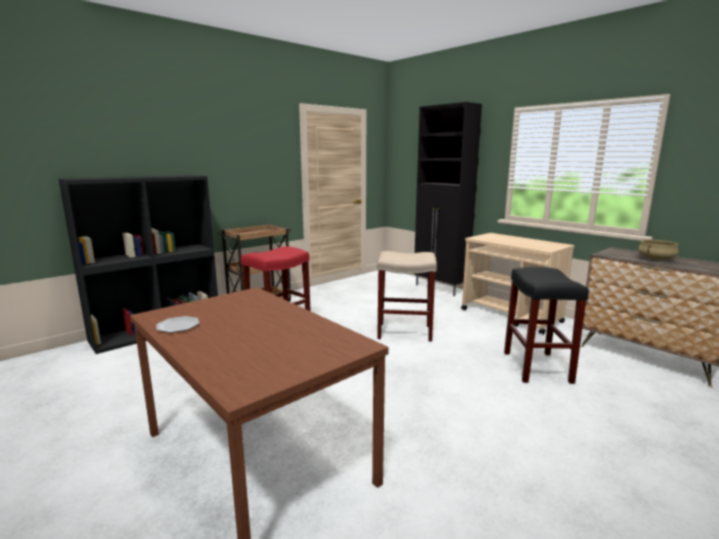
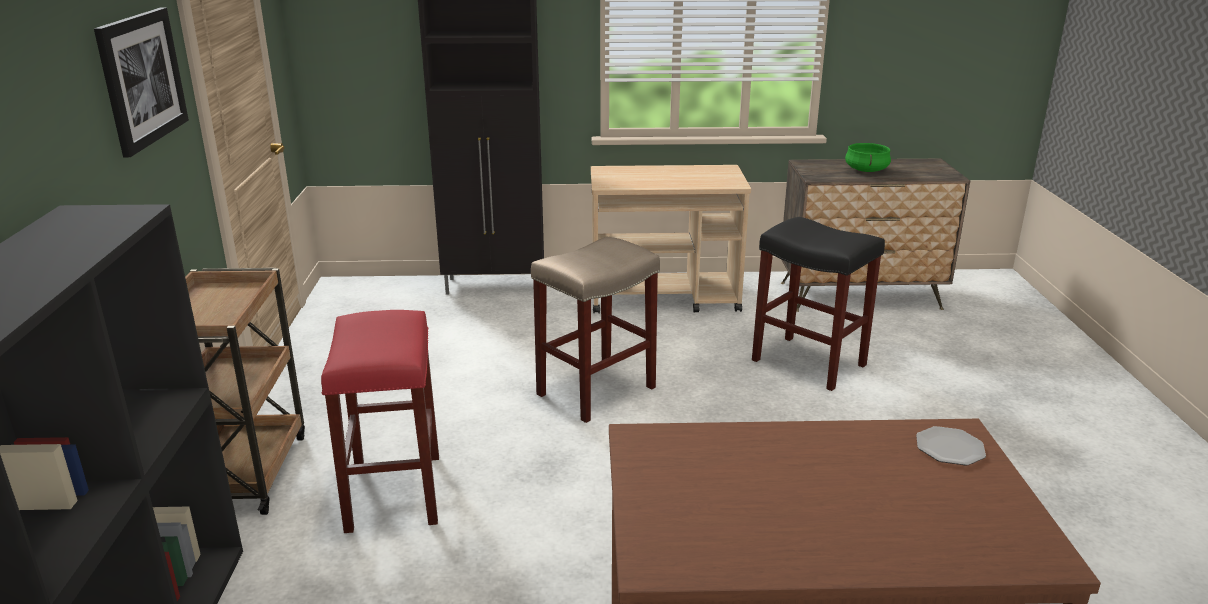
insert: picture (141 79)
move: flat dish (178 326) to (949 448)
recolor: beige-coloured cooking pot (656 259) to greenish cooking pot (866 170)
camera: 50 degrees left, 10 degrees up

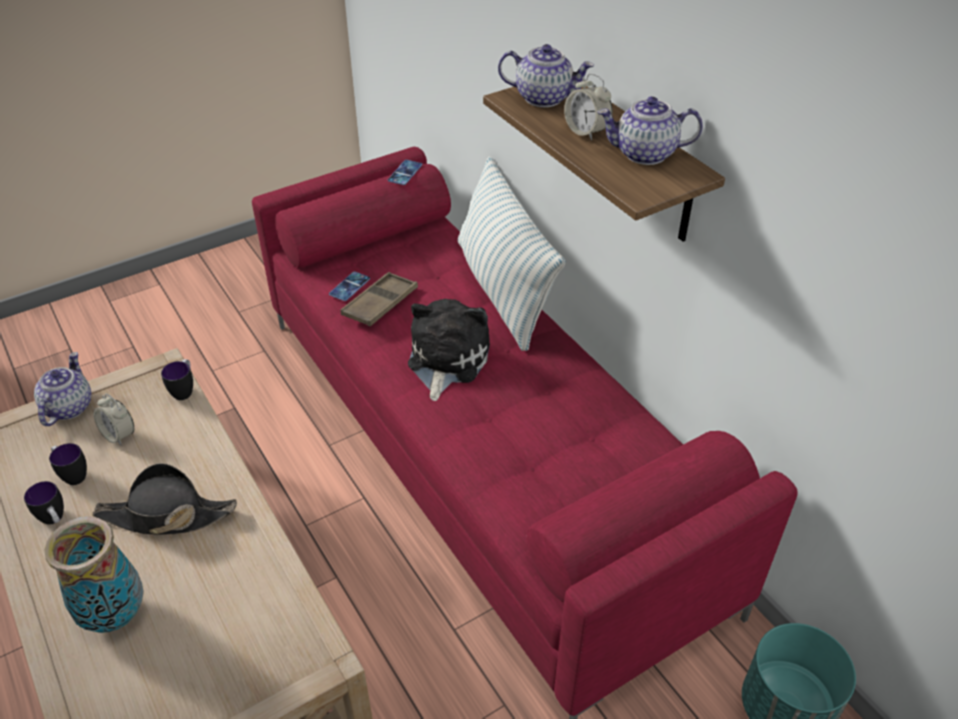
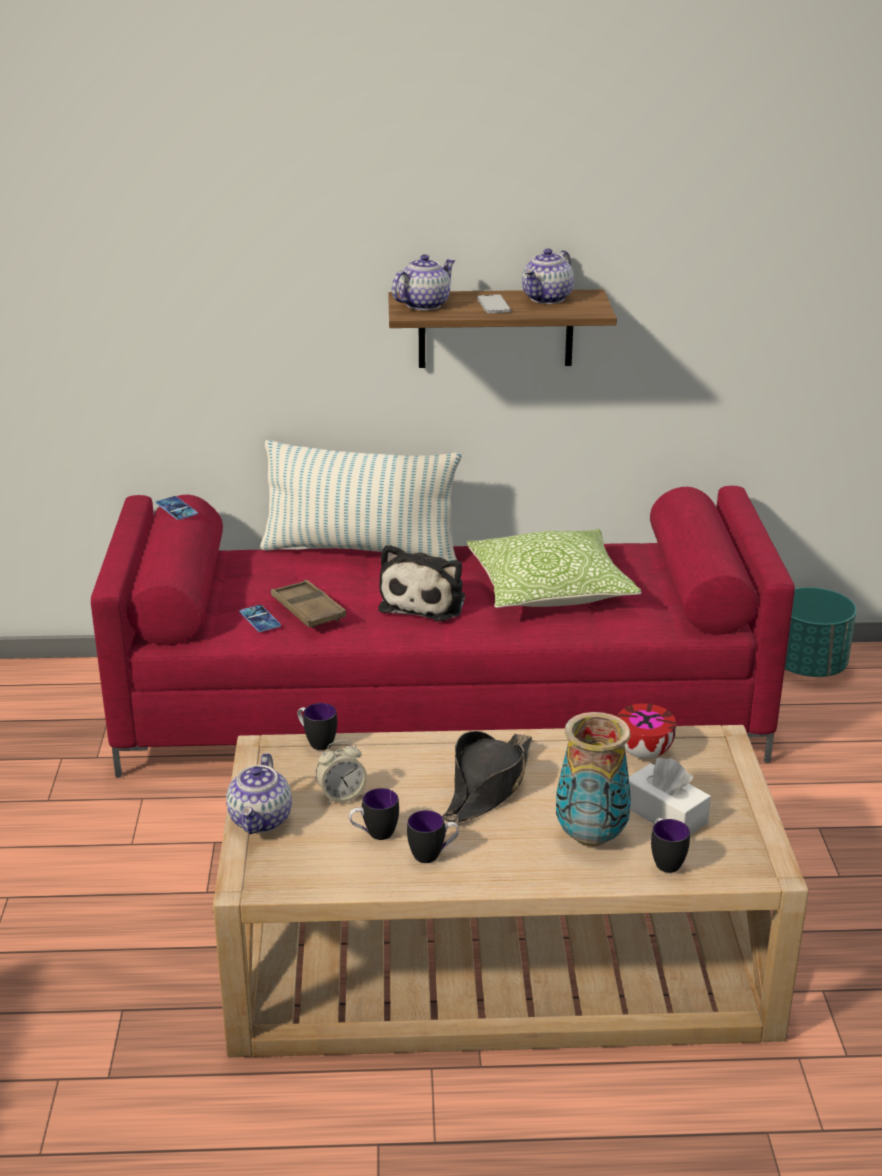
insert: cushion (549 590); serving bowl (642 752); whitish box of tissues (665 814); mug (665 861)
replace: table clock (586 132) to phone (493 305)
rotate: tea pot (68 407) = (261 820) 120 degrees counterclockwise; cuddly toy (446 360) = (425 602) 120 degrees counterclockwise
camera: 60 degrees left, 15 degrees down

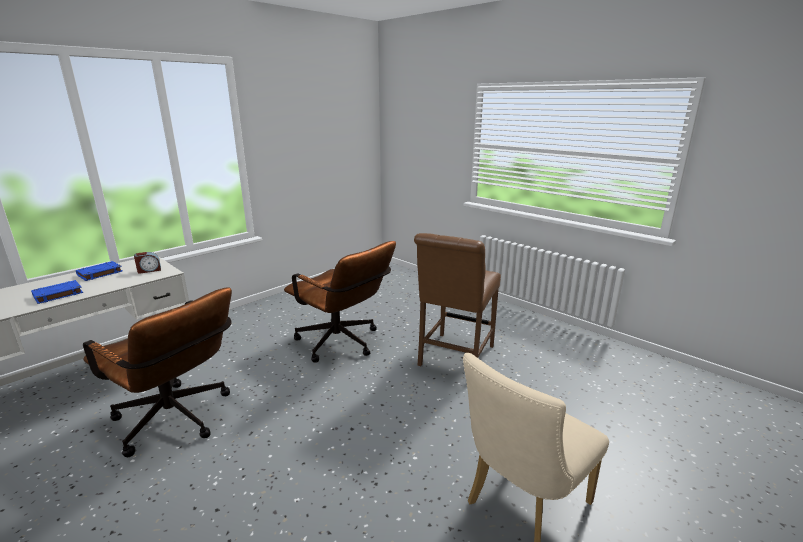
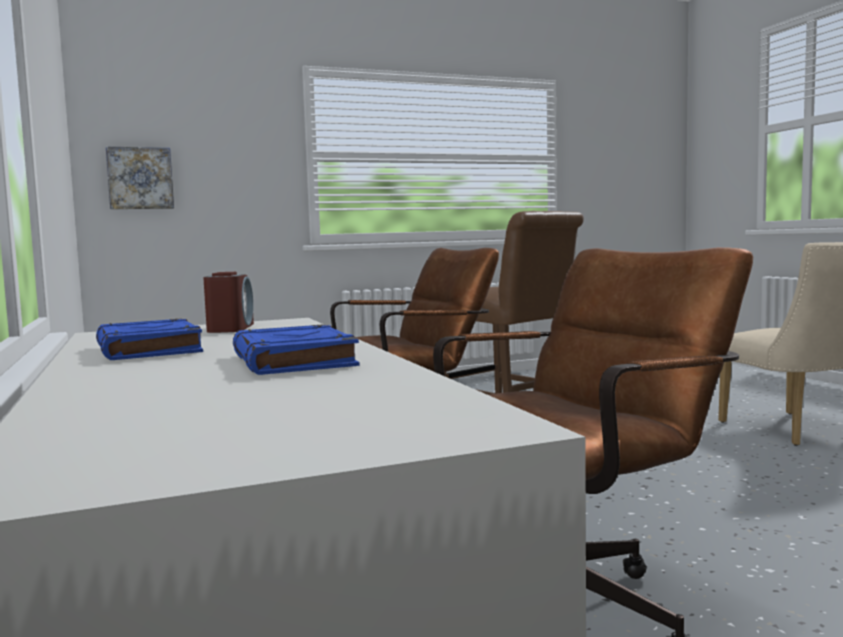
insert: picture (140 178)
camera: 65 degrees left, 15 degrees down

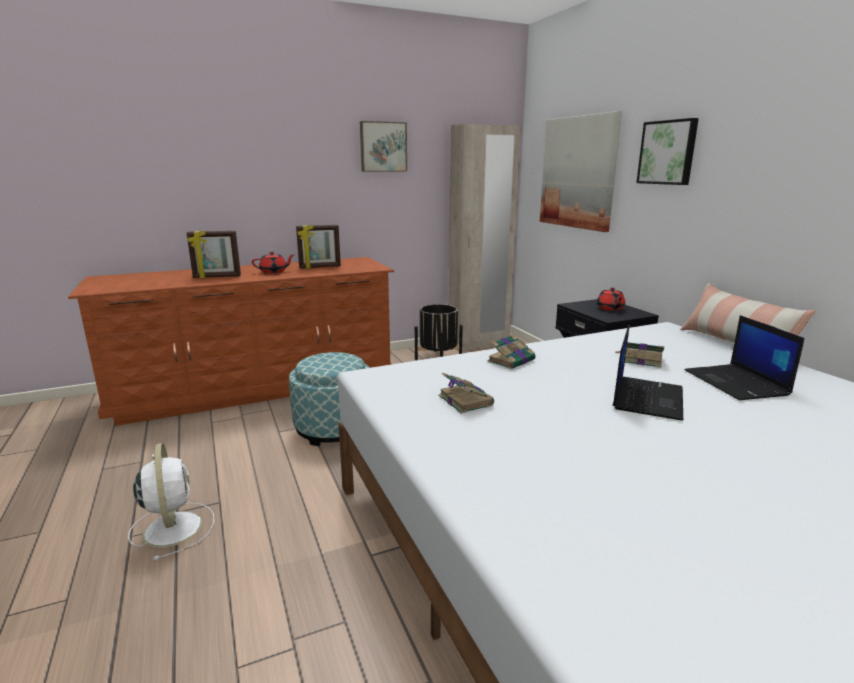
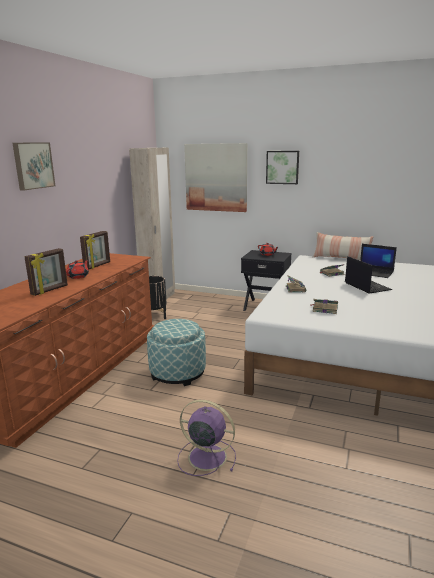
move: picture (383 147) to (33 165)
recolor: whitish electric fan (173 527) to purplish electric fan (205 456)
camera: 45 degrees left, 0 degrees up

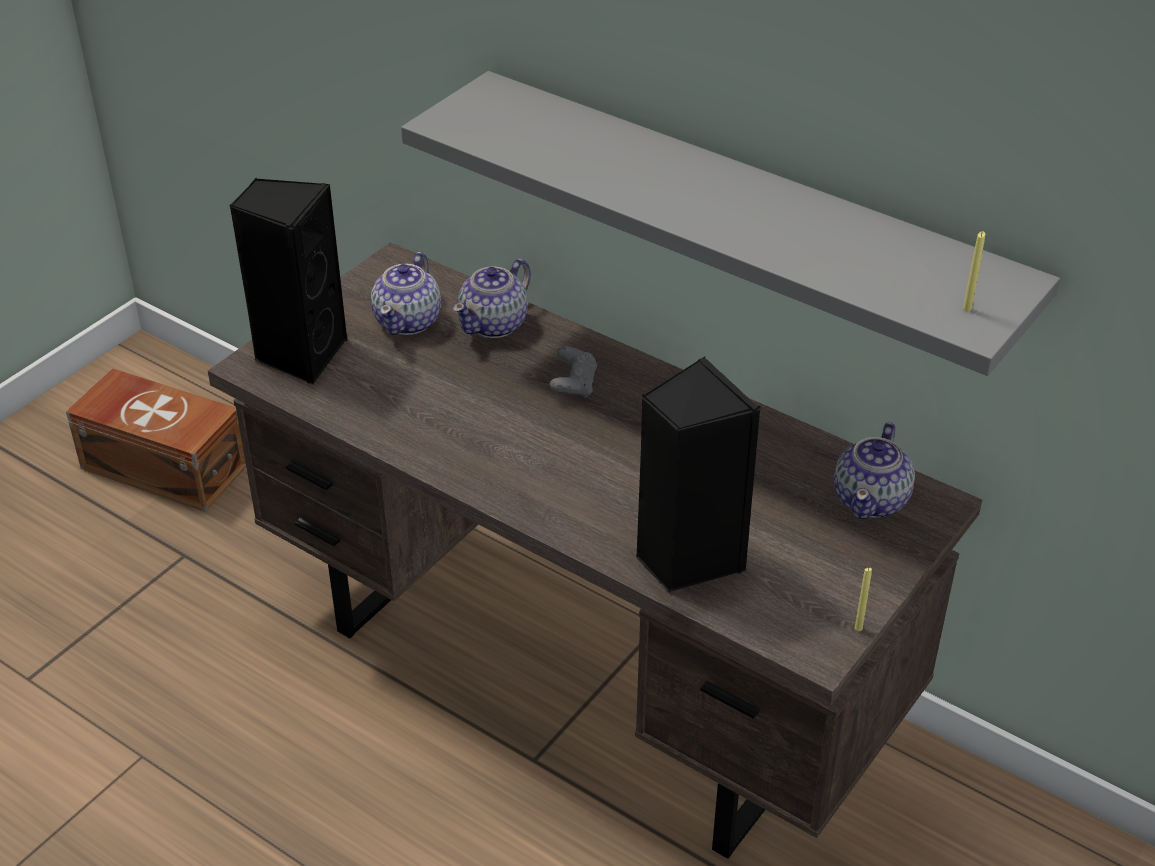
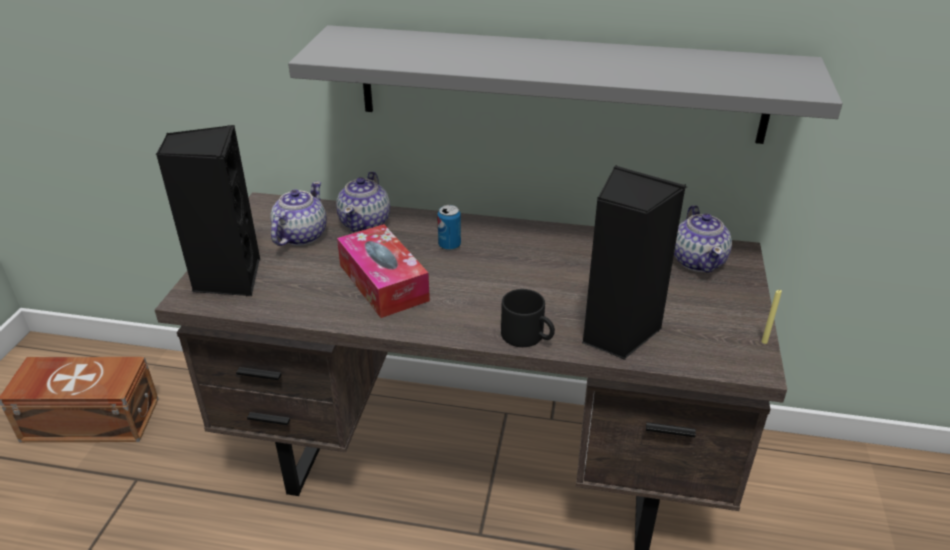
delete: yellowish wax candle (967 308)
insert: box of tissues (383 282); black mug (528 336)
replace: grey gamepad (574 384) to metal can (449 245)
rotate: tea pot (409 321) = (300 236) 150 degrees counterclockwise
camera: 25 degrees left, 5 degrees down

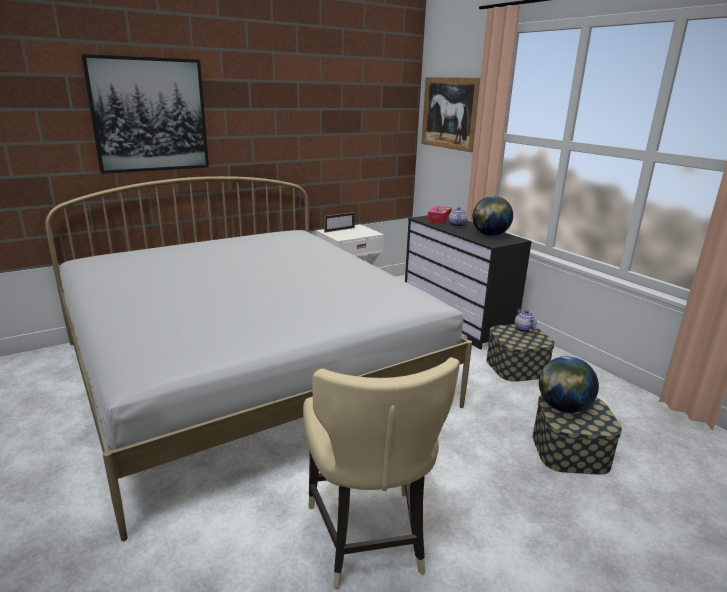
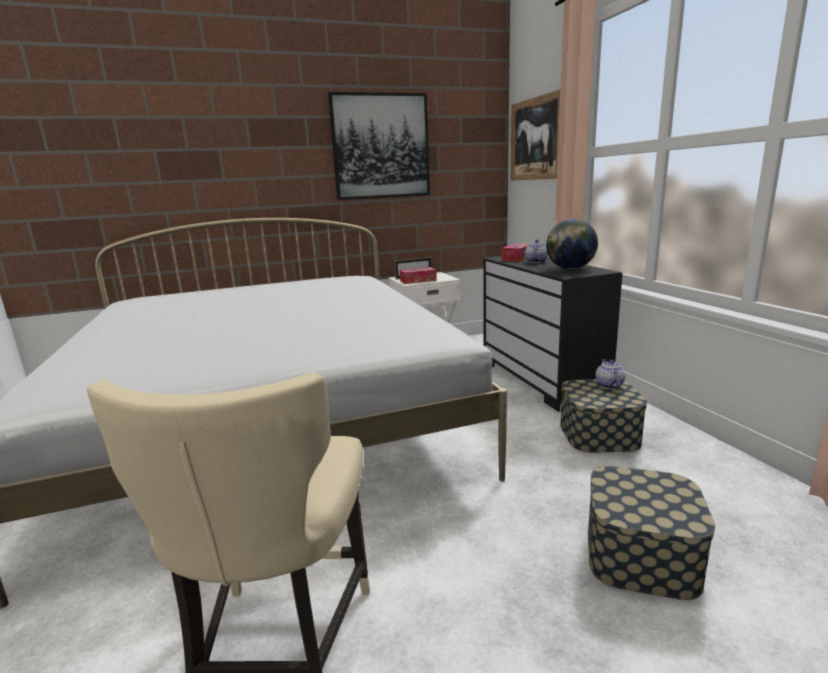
delete: desk globe (563 407)
insert: box of tissues (418 281)
move: picture (150 115) to (381 147)
camera: 15 degrees right, 5 degrees down

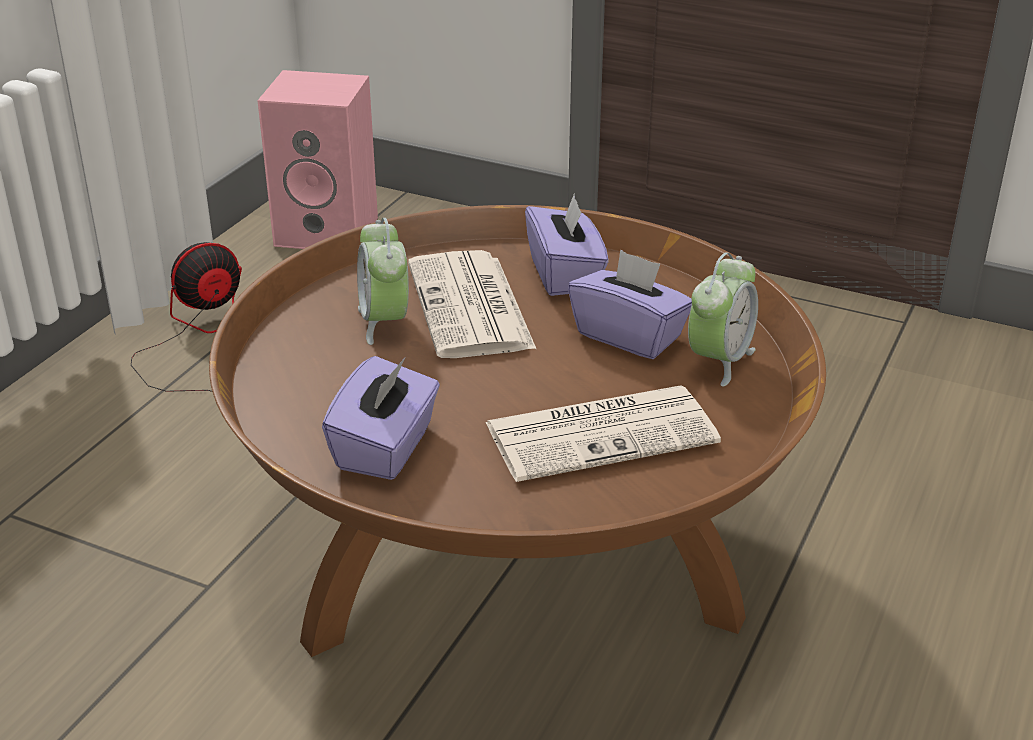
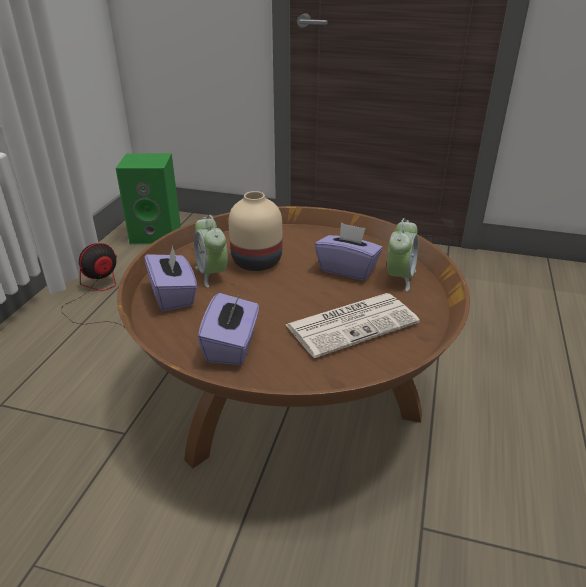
move: purplish box of tissues (565 275) to (173 295)
replace: daily paper (471 307) to beige-coloured vase (258 262)
recolor: pink-coloured audio speaker (329 231) to greenish audio speaker (157 234)
camera: 10 degrees left, 0 degrees up

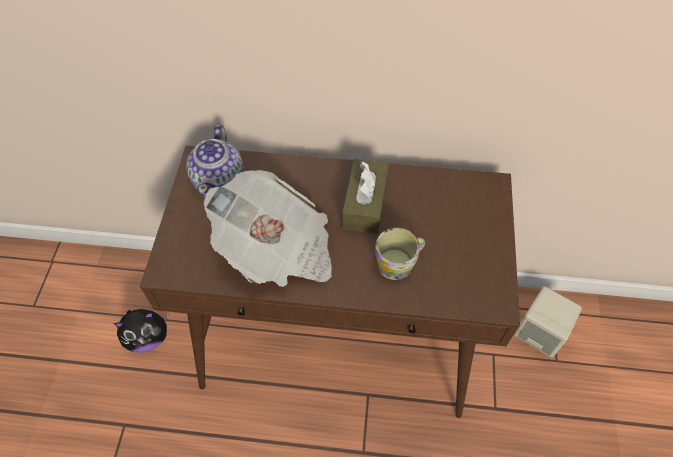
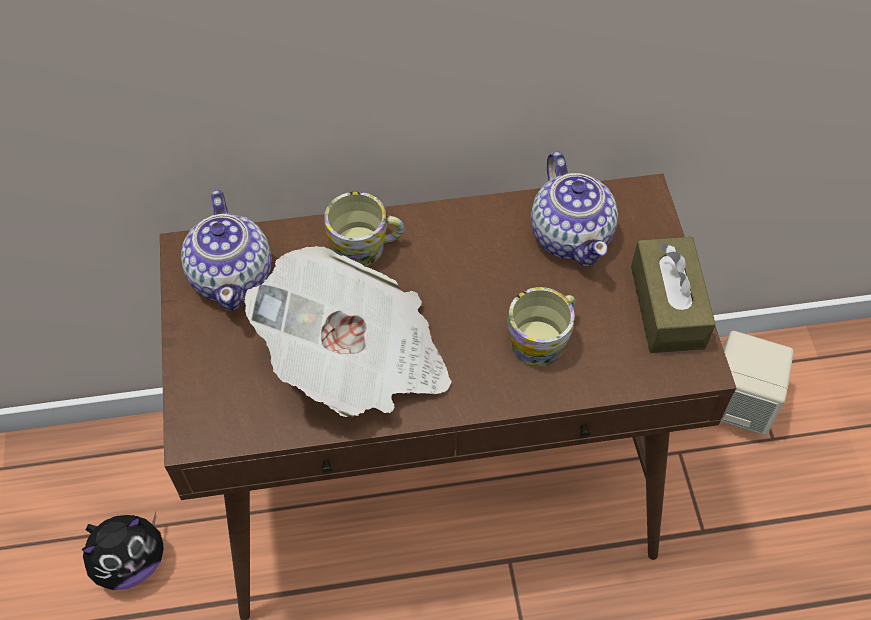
insert: mug (366 246); tea pot (571 235)
move: brown box of tissues (365 204) to (667 307)
camera: 15 degrees left, 0 degrees up

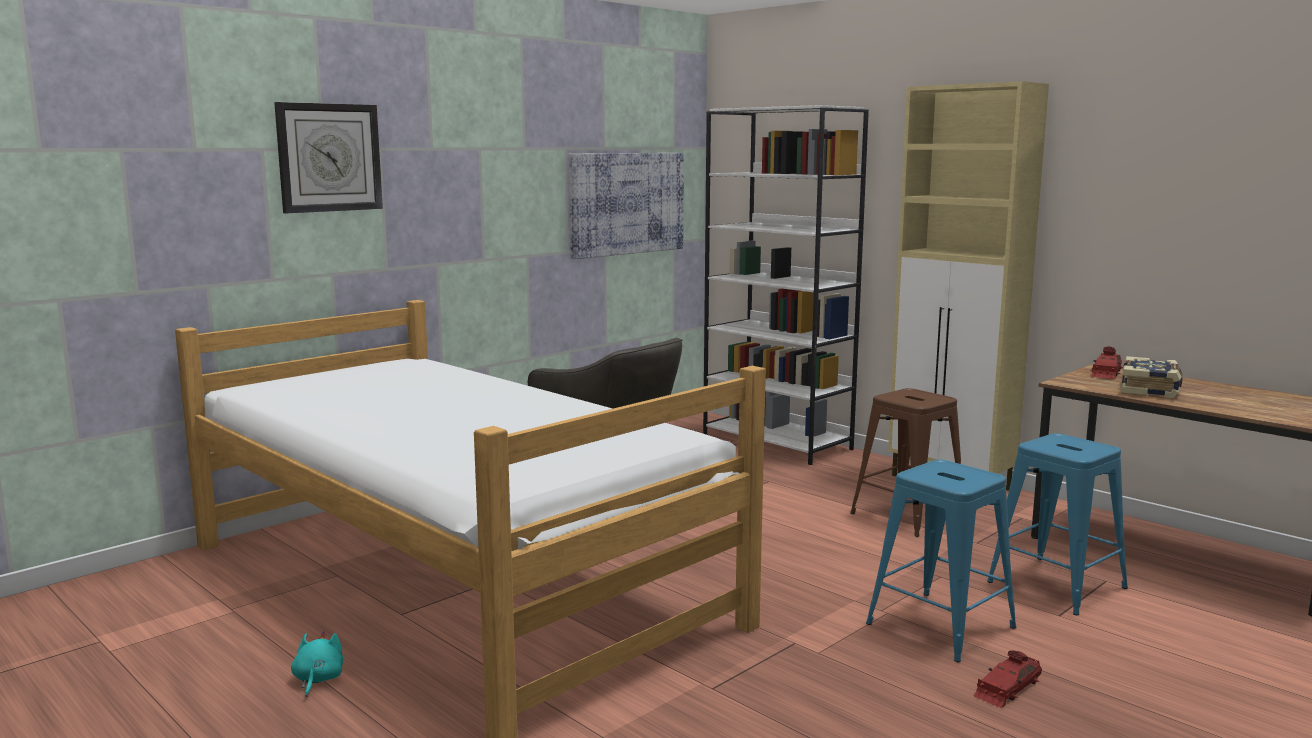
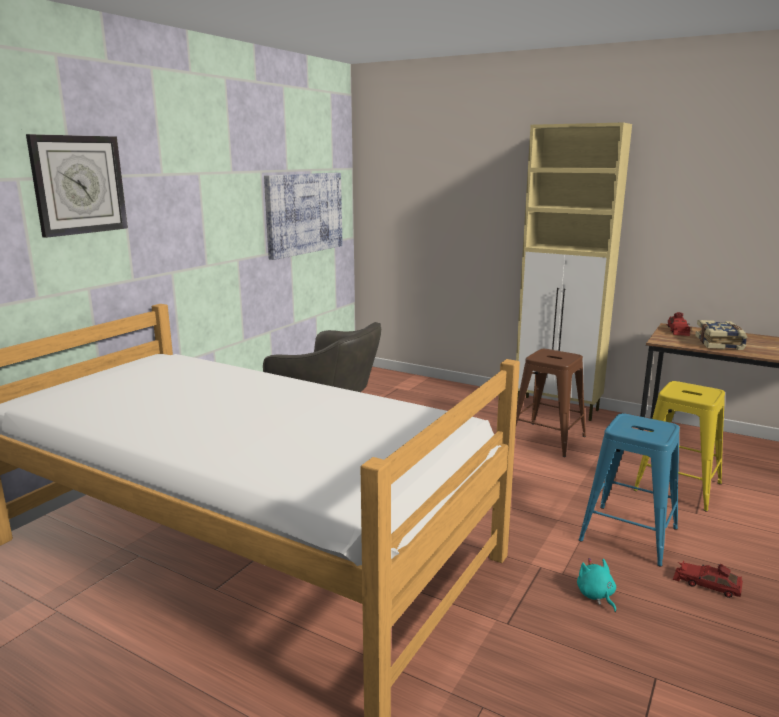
delete: whitish shelving unit (777 442)
move: turquoise-coloured cuddly toy (317 680) to (596 595)
recolor: blue-coloured stool (1057 585) to yellowish stool (678 487)
rotate: red-coloured model car (1007 687) = (706 584) 90 degrees clockwise
camera: 15 degrees left, 5 degrees up

